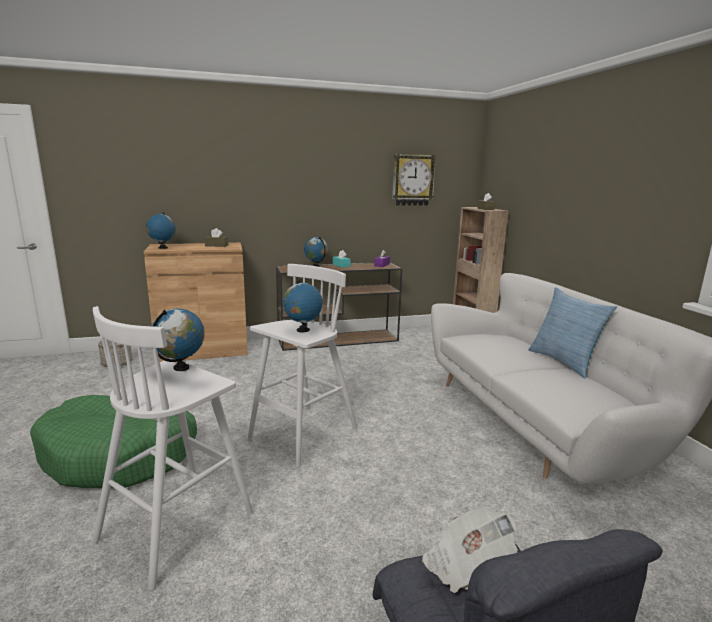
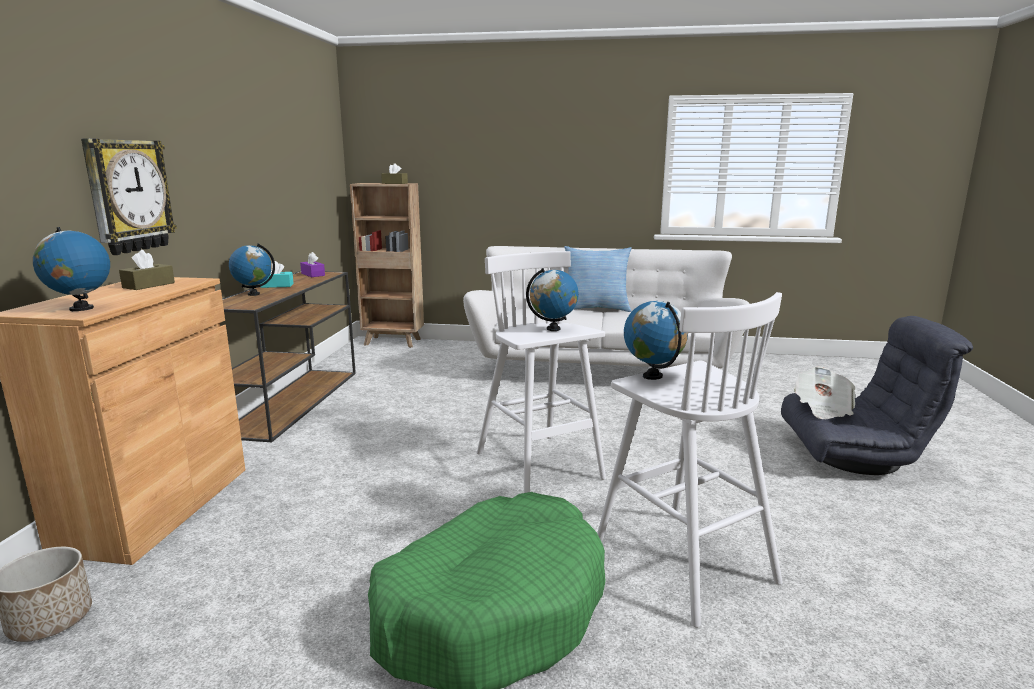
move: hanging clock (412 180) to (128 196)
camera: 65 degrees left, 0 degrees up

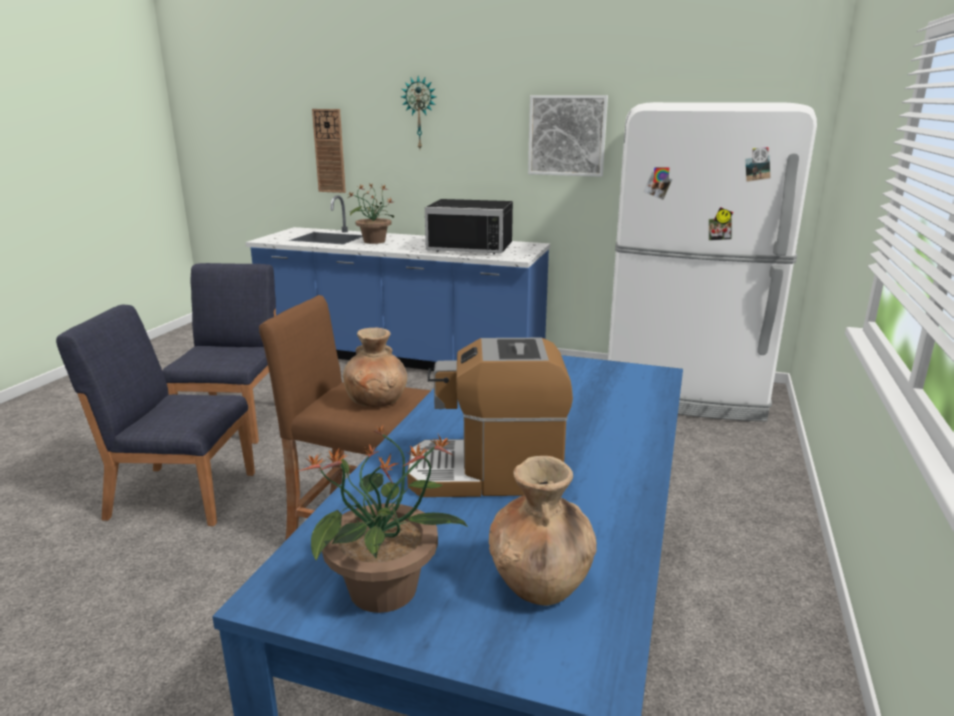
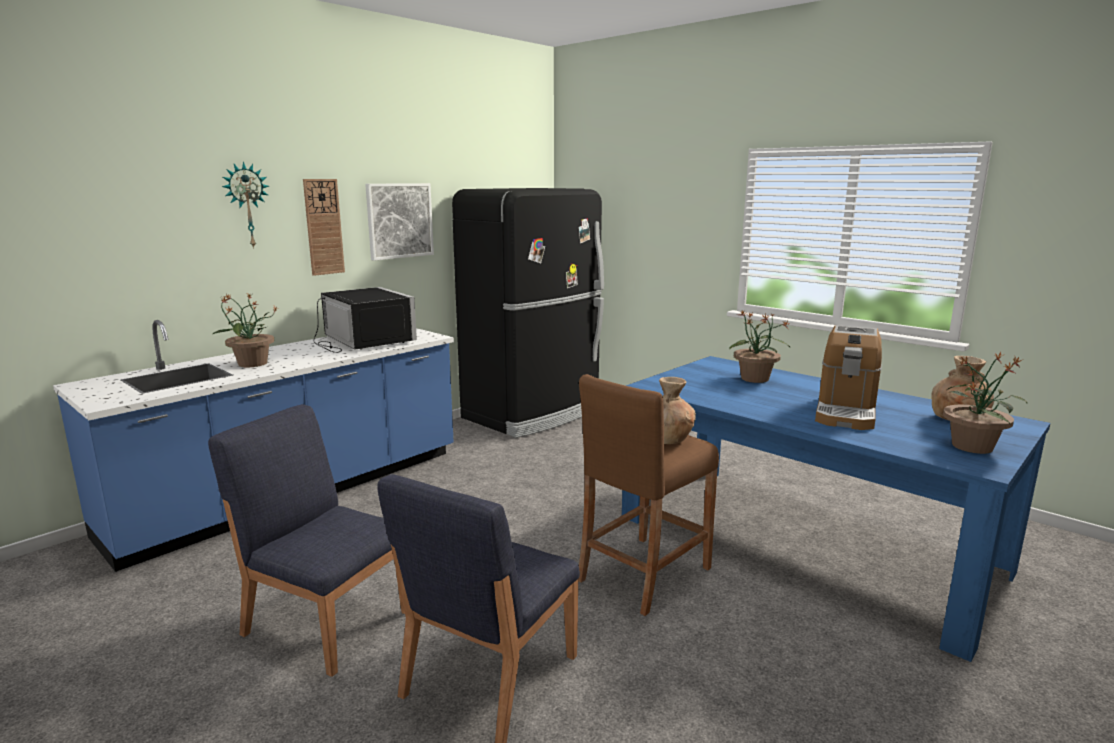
insert: houseplant (755 379)
move: hanging clock (329 151) to (323 227)
recolor: whitish fridge (685 393) to black fridge (534 413)
rotate: black microwave oven (472 247) = (363 341) 75 degrees counterclockwise
camera: 65 degrees left, 5 degrees down

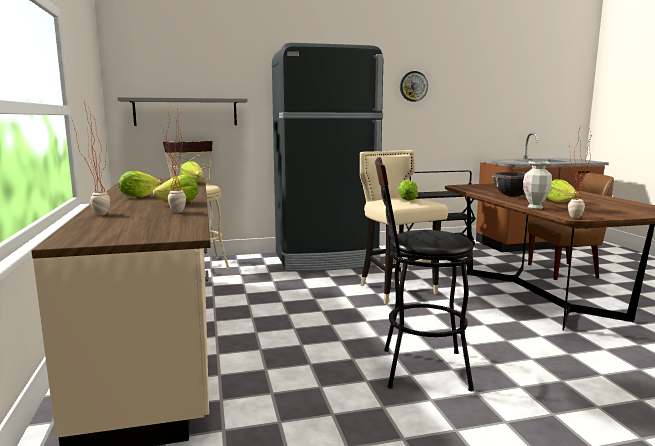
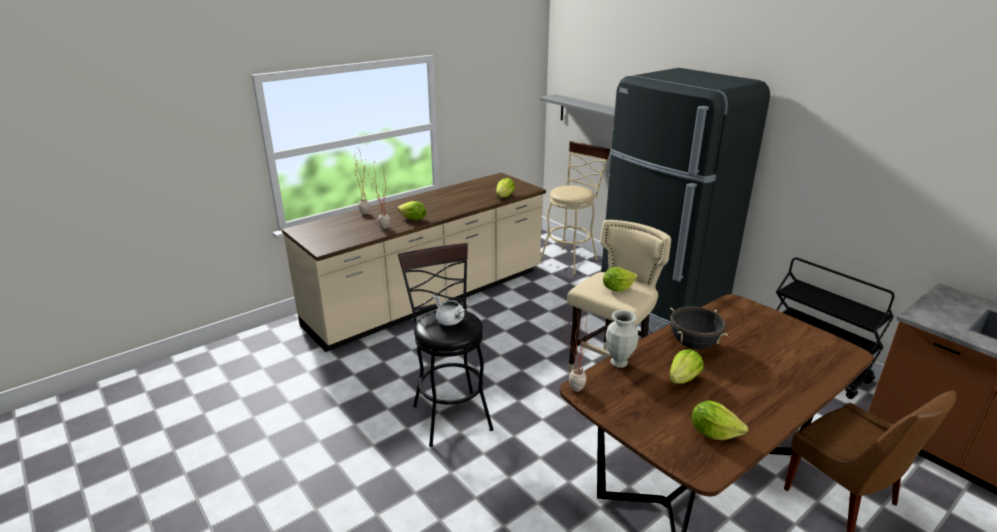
delete: hanging clock (413 86)
insert: whitish cooking pot (450 322)
move: lettuce (138 196) to (713 432)
camera: 65 degrees right, 15 degrees up

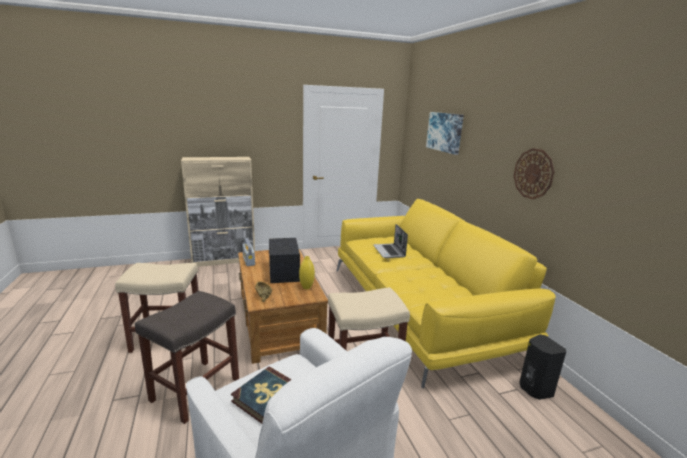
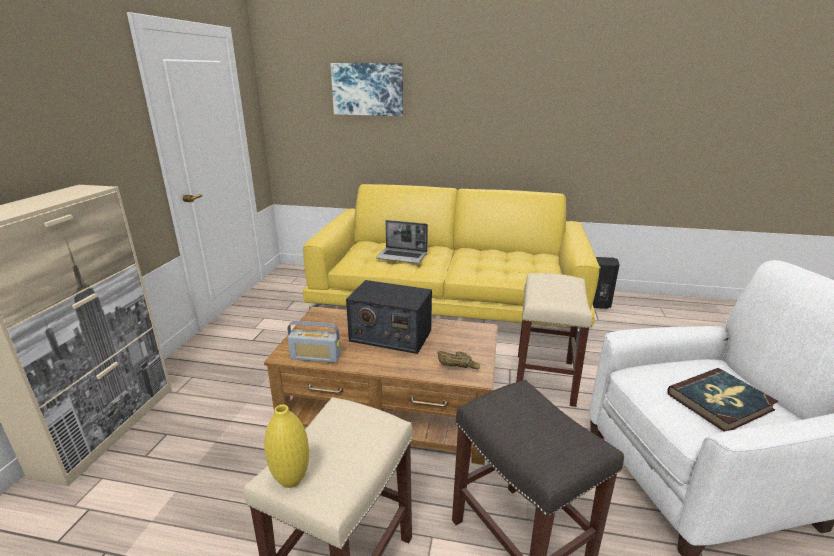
delete: hanging clock (533 173)
move: yellowish vase (306 287) to (291 480)
camera: 60 degrees left, 5 degrees up

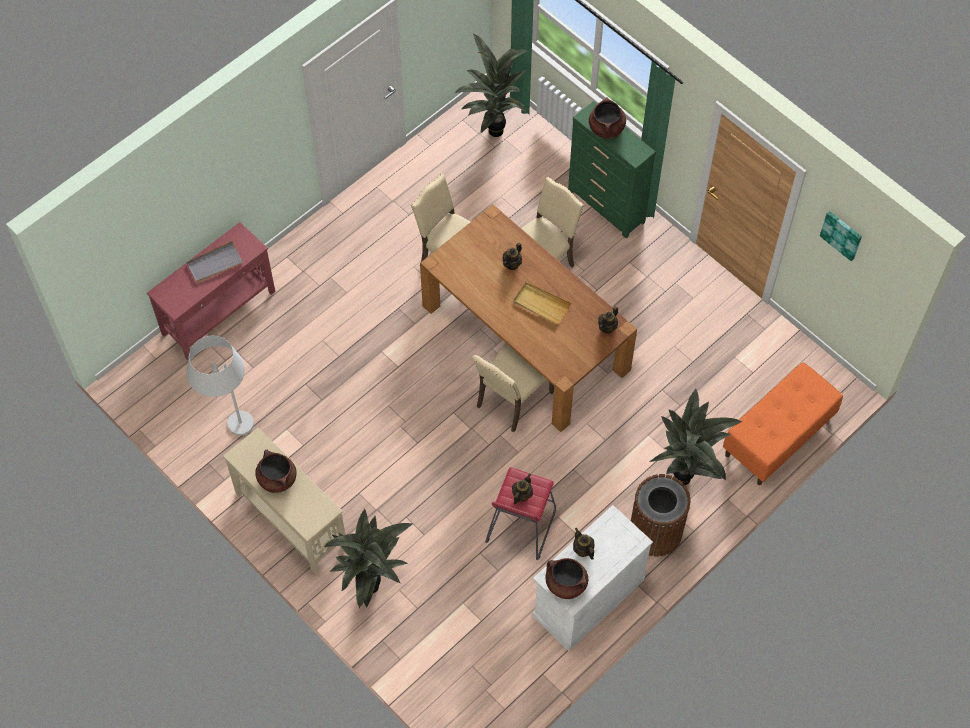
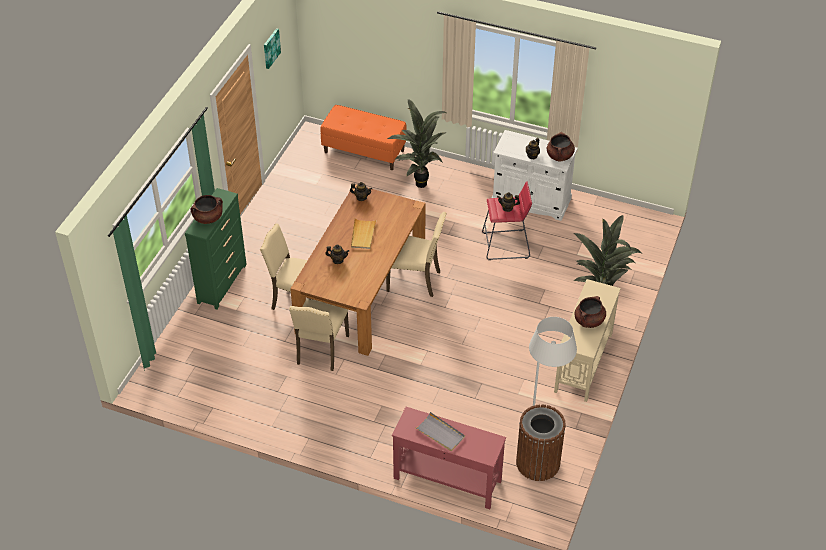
delete: houseplant (493 128)
move: brown trash can (655 532) to (538 463)
camera: 115 degrees left, 15 degrees down

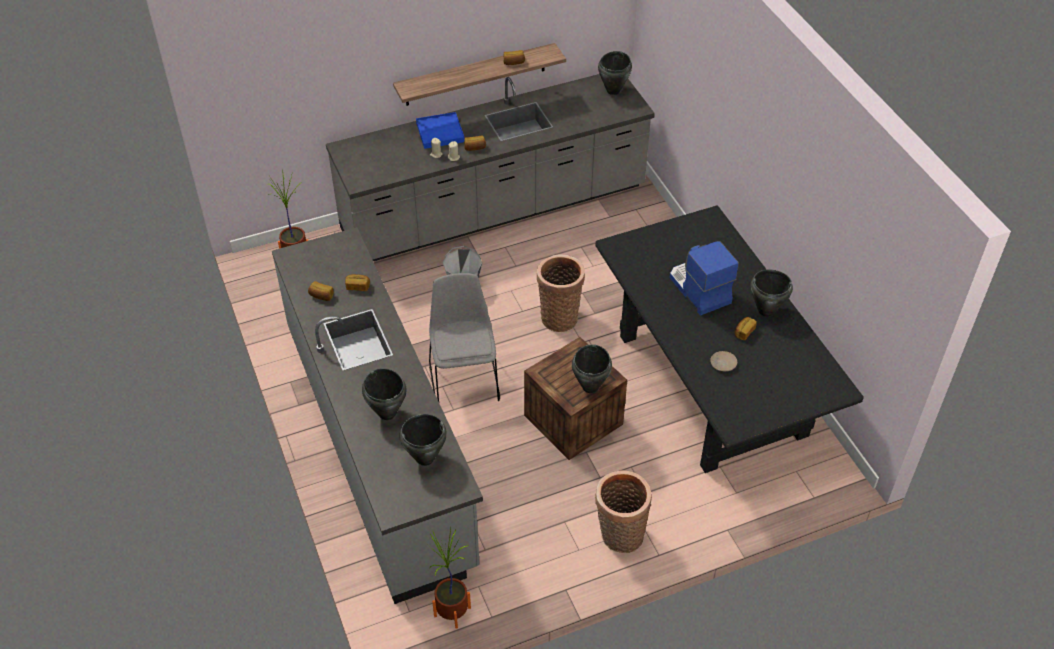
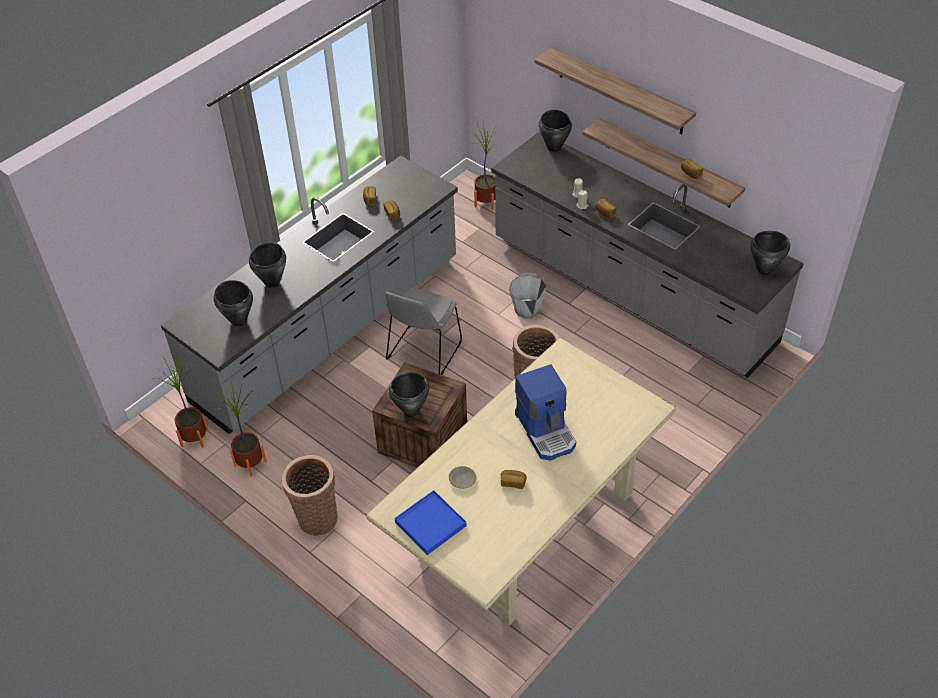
insert: houseplant (250 463); bracket shelf (620 91)
move: blue-coloured tray (440 132) to (430 524); black cooking pot (765 310) to (554 148)
recolor: black dinner table (711 385) to beige-coloured dinner table (525 525)
rotate: grey chair (464 379) = (423 352) 150 degrees clockwise; coffee brewer (698 290) = (546 430) 120 degrees clockwise
camera: 65 degrees right, 0 degrees up

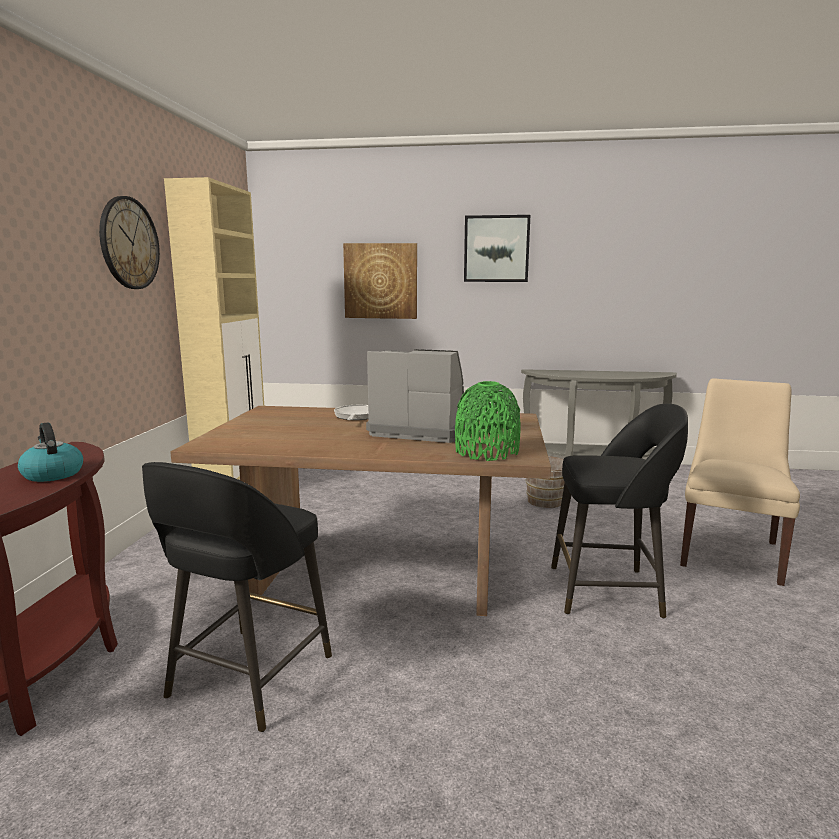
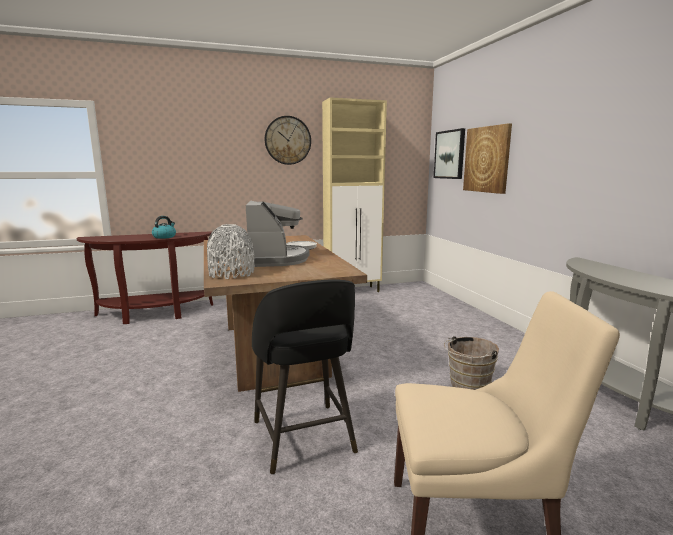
delete: black stool (248 679)
move: picture (496 249) to (450 154)
recolor: greenish vase (486 452) to grey vase (231 274)
camera: 65 degrees right, 0 degrees up

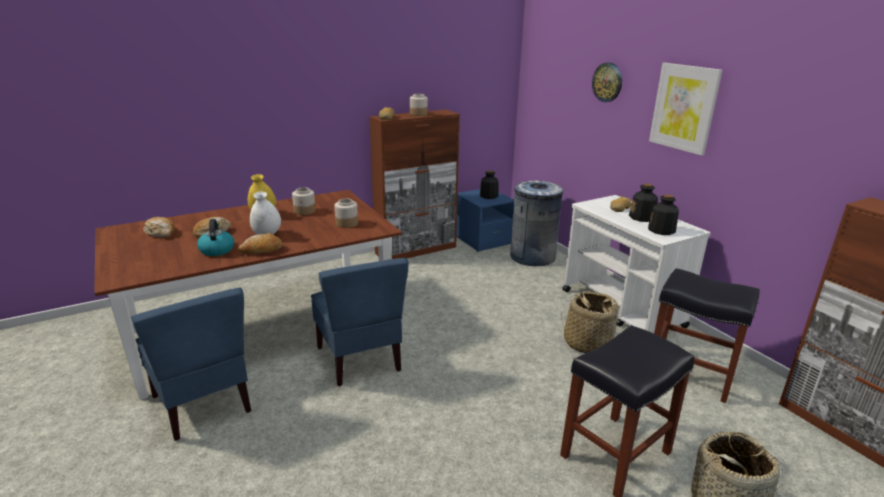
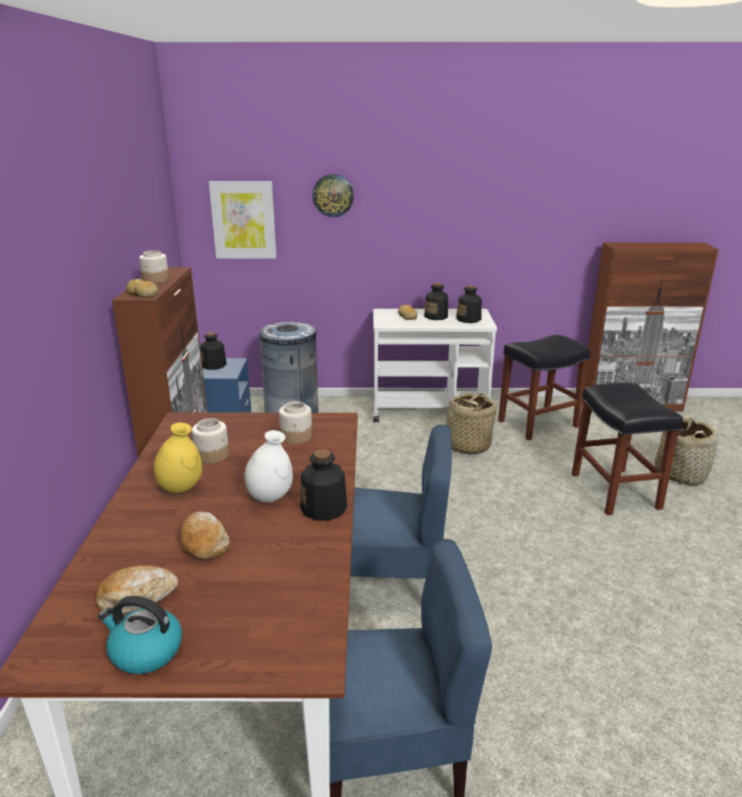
move: tea kettle (217 250) to (145 652); picture (684 108) to (243 220)
replace: bakery bread (262 250) to beverage bottle (324 509)
camera: 60 degrees left, 0 degrees up

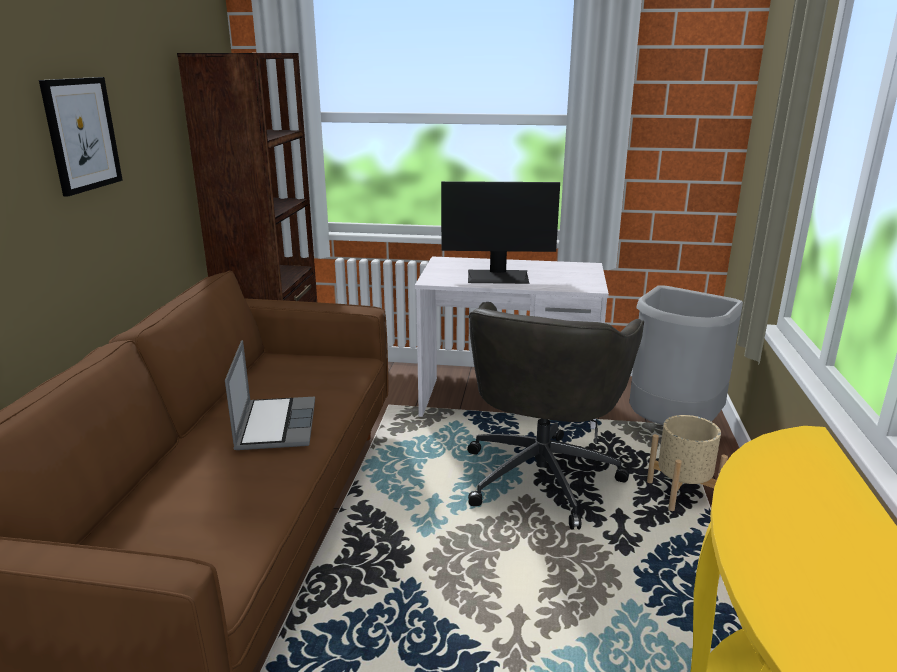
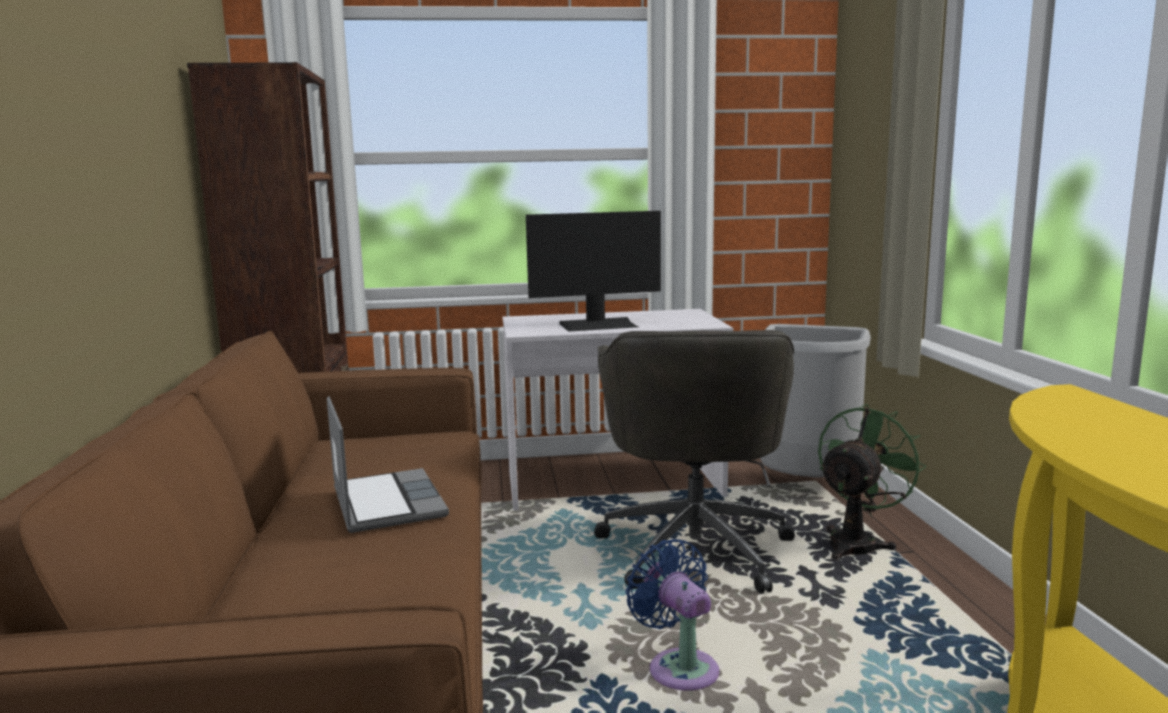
delete: picture (81 134)
insert: blue-coloured electric fan (679 667)
replace: beige-coloured plant pot (682 494) to greenish electric fan (857 543)
camera: 15 degrees left, 10 degrees down

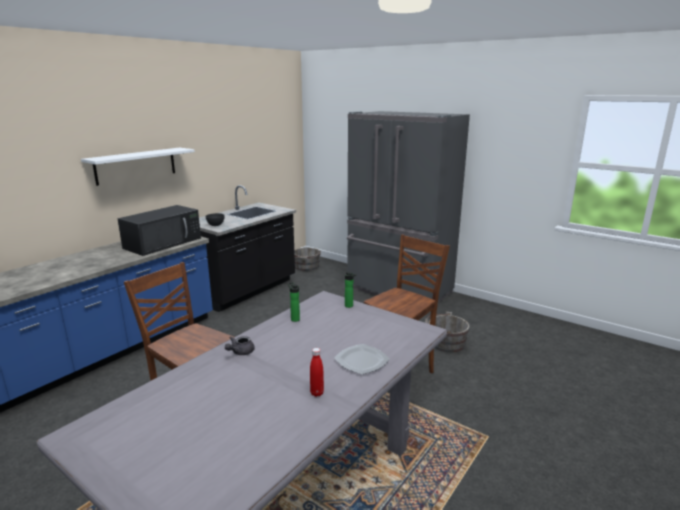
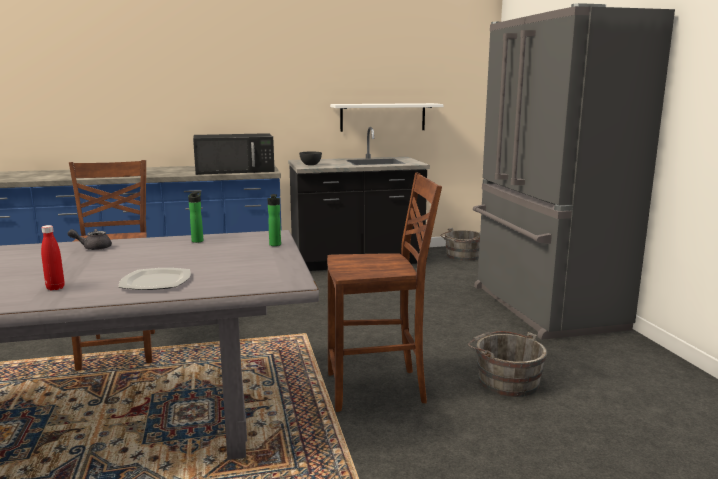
move: whitish bracket shelf (136 165) to (383 117)
camera: 40 degrees right, 5 degrees down

